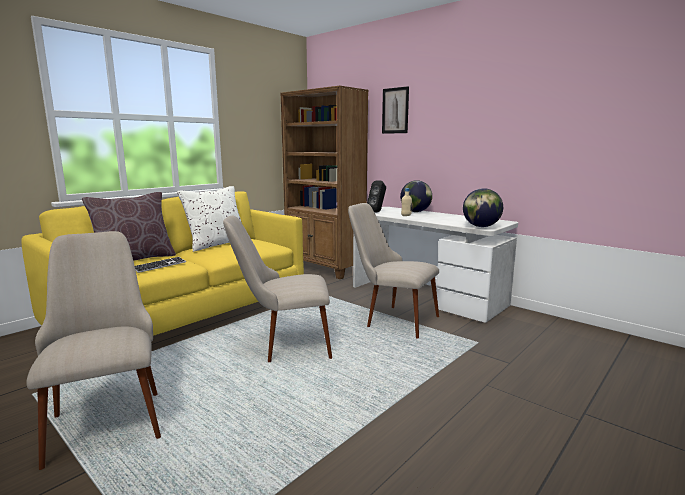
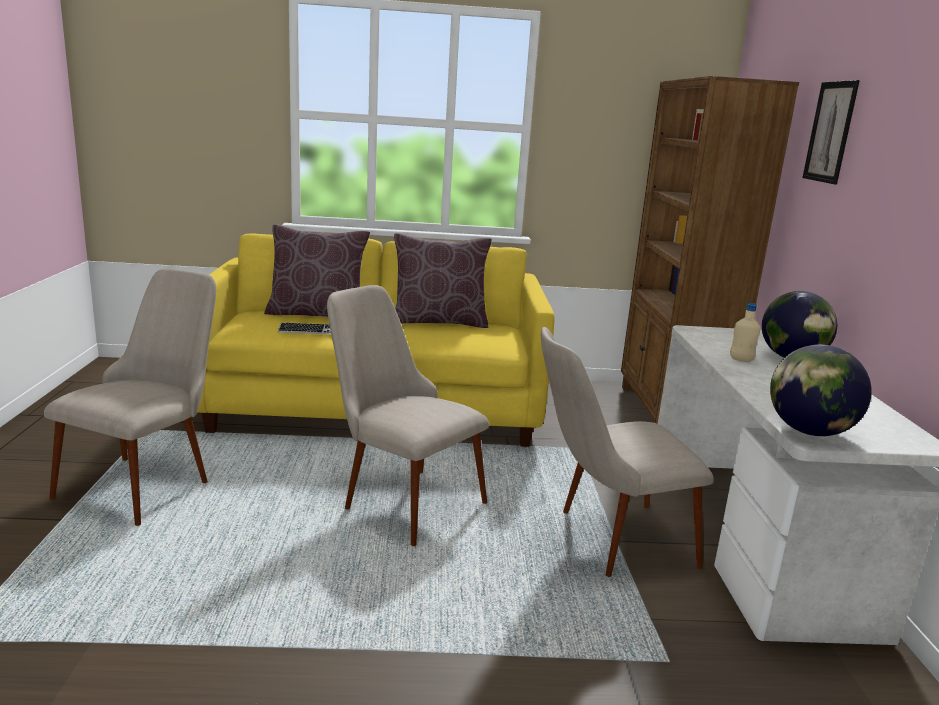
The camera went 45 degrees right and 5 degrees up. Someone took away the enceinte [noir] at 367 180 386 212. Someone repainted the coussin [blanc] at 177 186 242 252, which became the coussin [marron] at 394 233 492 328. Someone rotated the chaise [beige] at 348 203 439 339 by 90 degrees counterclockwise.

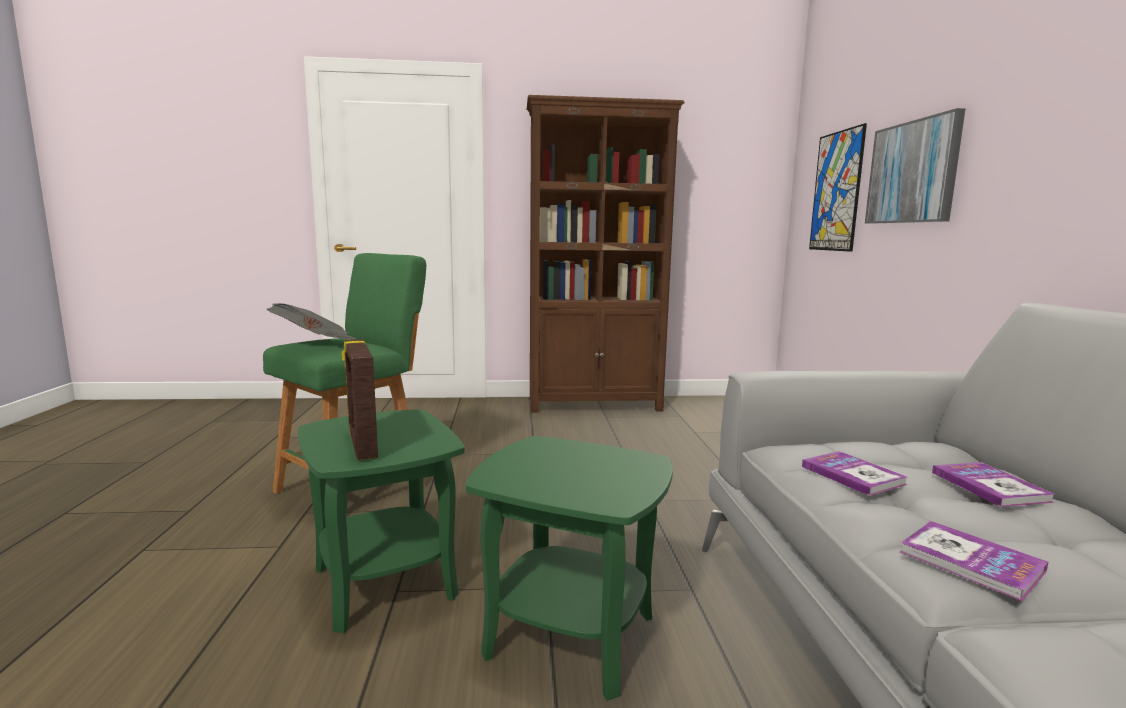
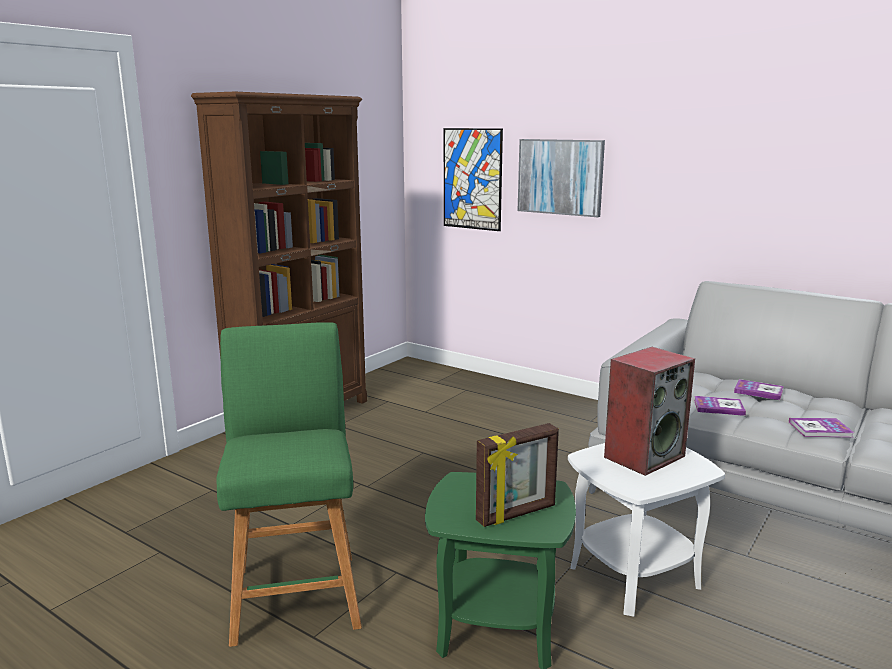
The camera went 50 degrees left and 5 degrees up. Someone took away the journal at 267 303 356 340. Someone put down the enceinte at 604 347 695 476. Someone repainted the table d'appoint [vert] at 465 436 673 701, which became the table d'appoint [blanc] at 568 443 725 617. Someone rotated the cadre photo at 342 339 378 460 by 45 degrees counterclockwise.

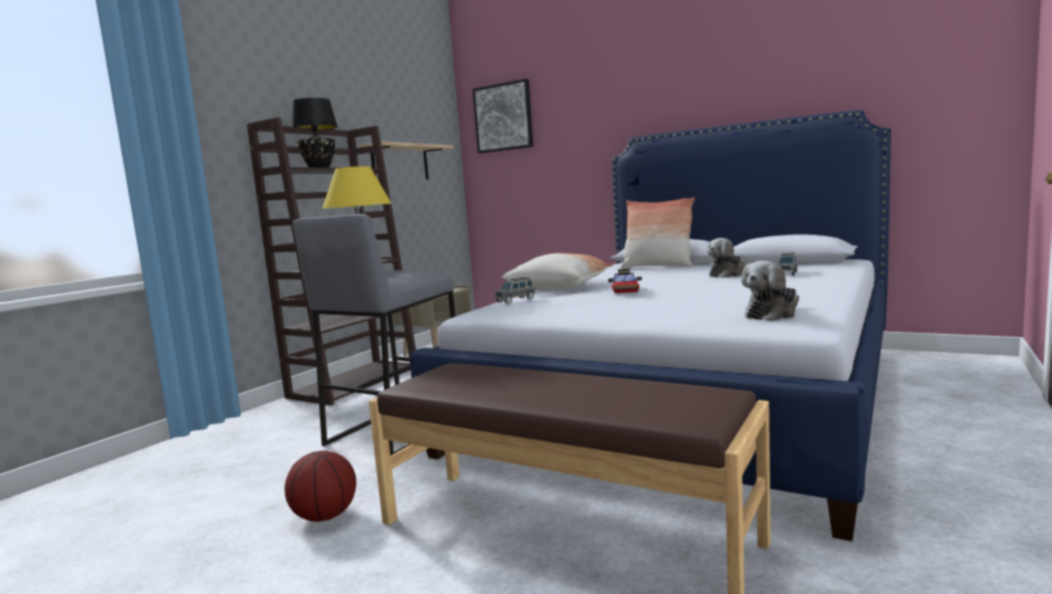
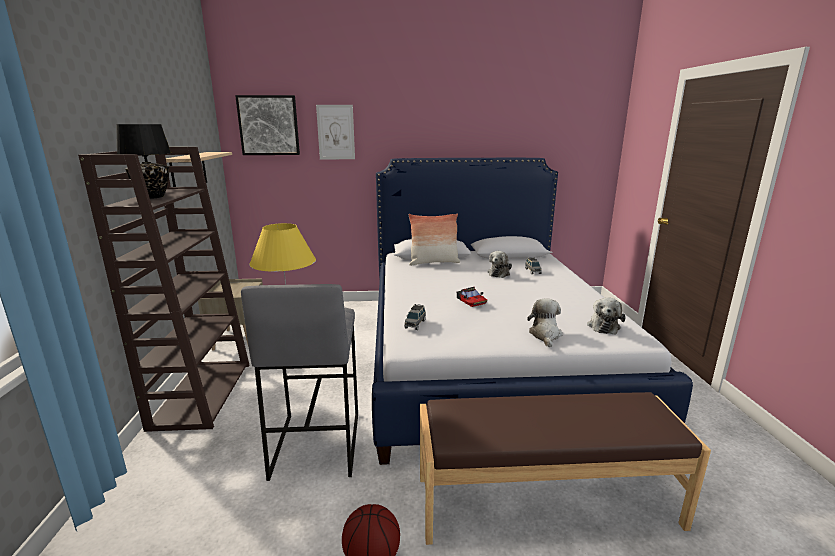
The camera went 35 degrees left and 10 degrees up. Someone took away the coussin at 502 253 613 290. Someone put up the tableau at 316 105 355 159. Someone put down the peluche at 527 299 563 347.

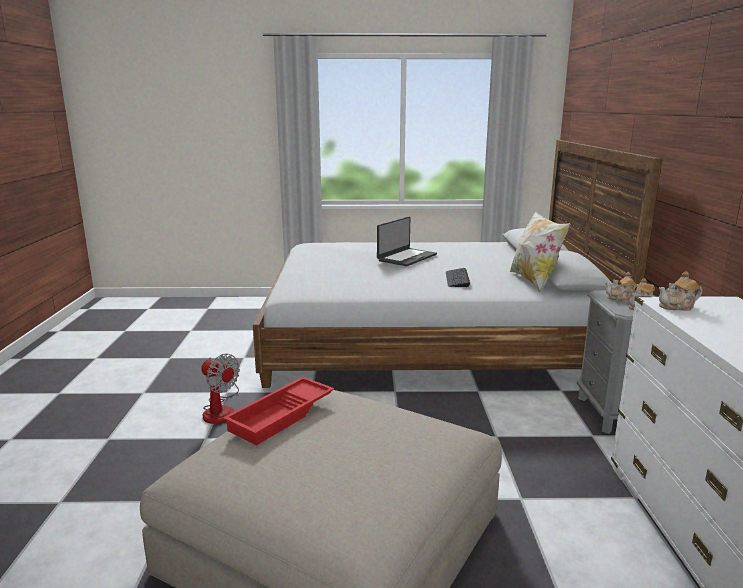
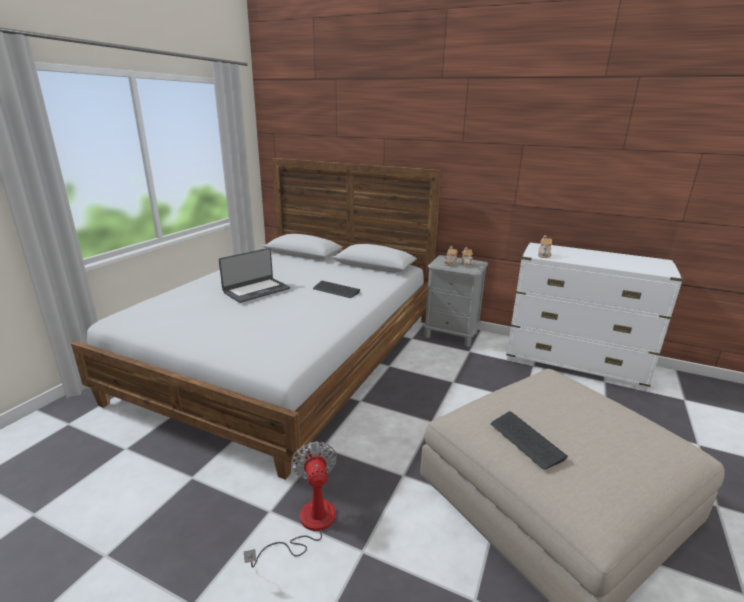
The camera went 65 degrees left and 5 degrees up. Someone took away the coussin at 510 211 570 292. Someone swapped the plateau [rouge] at 223 377 334 445 for the clavier at 491 411 568 470. Someone rotated the ventilateur at 201 354 240 424 by 75 degrees counterclockwise. Someone rotated the ordinateur portable at 377 217 437 266 by 75 degrees clockwise.

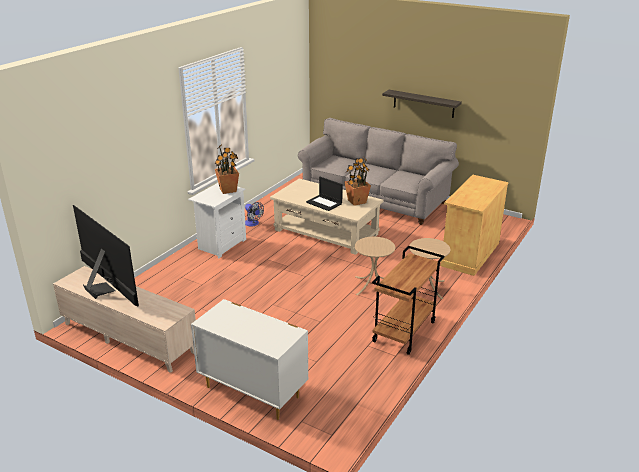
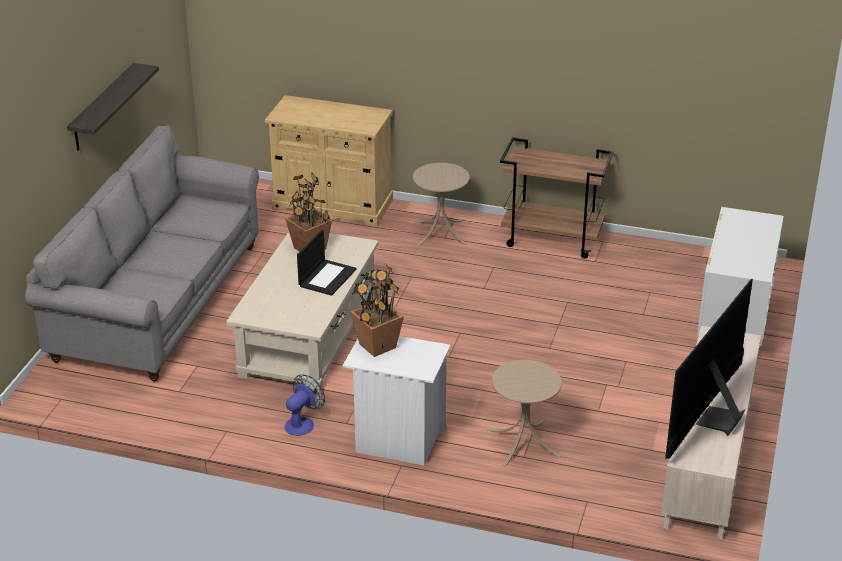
The camera went 105 degrees left and 5 degrees up. Someone carried the table d'appoint [beige] from 355 237 395 295 to 487 360 562 467.

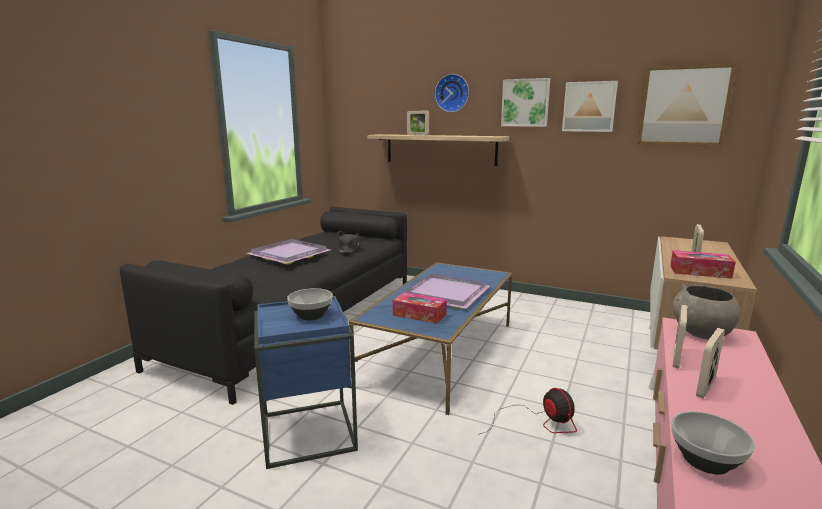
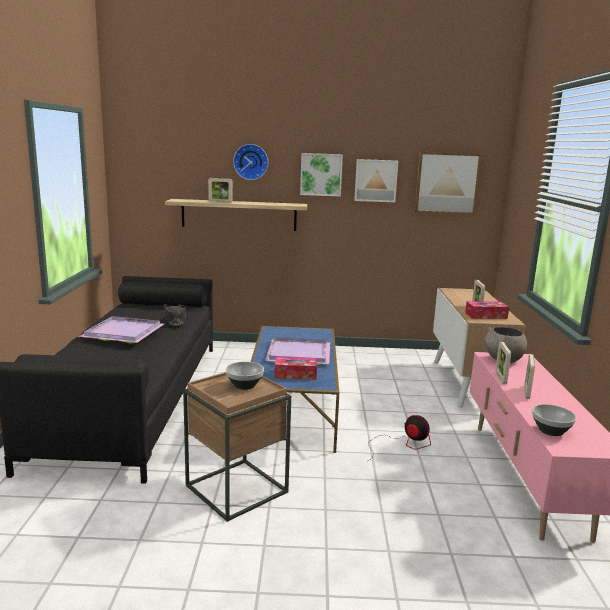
The camera went 25 degrees left and 0 degrees up. Someone repainted the table d'appoint [bleu] at 254 296 358 469, which became the table d'appoint [marron] at 183 372 291 522.

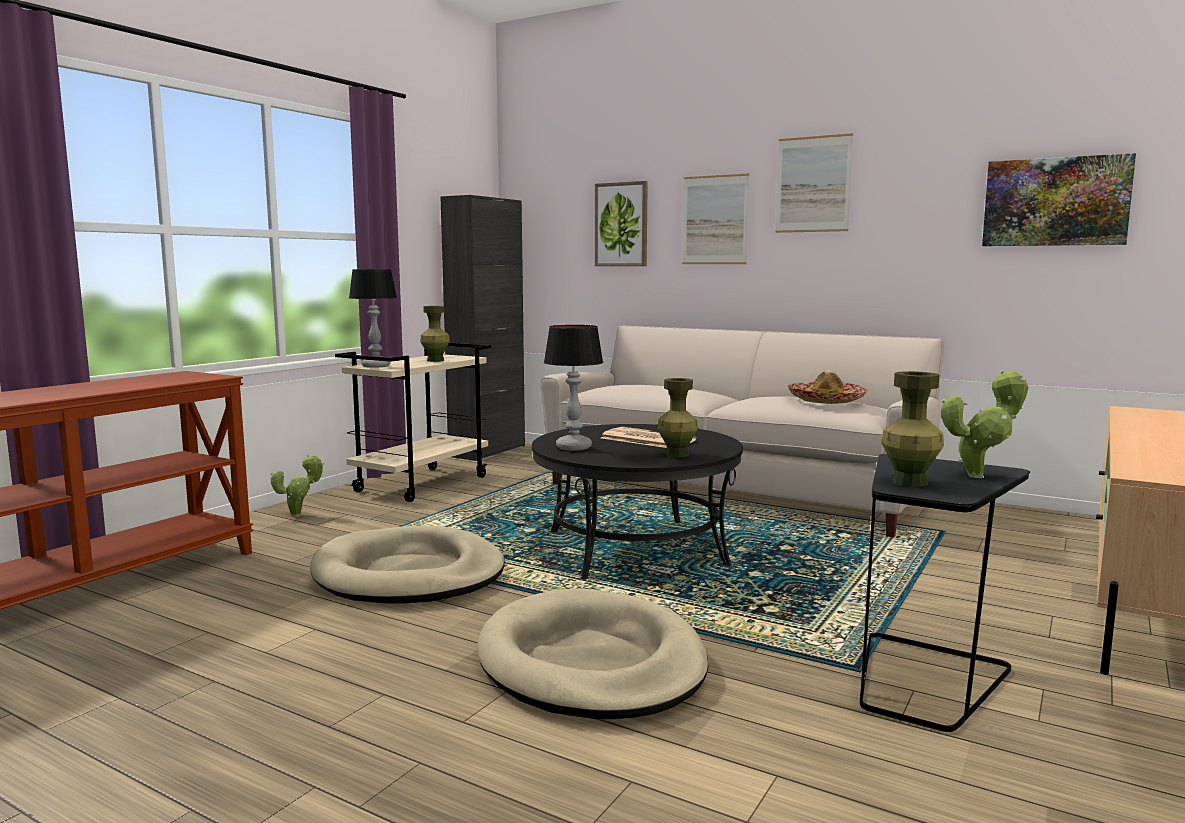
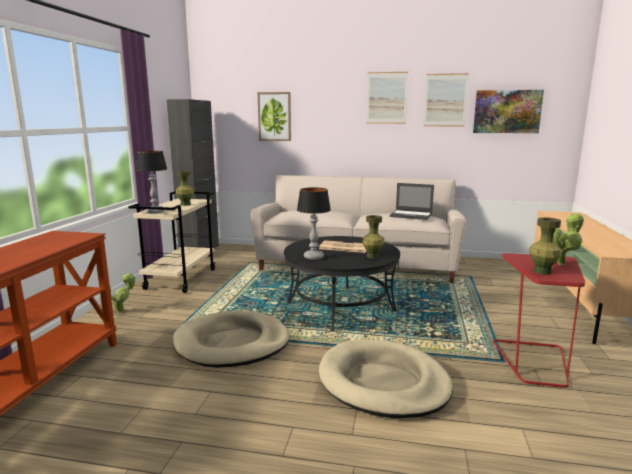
The camera went 20 degrees left and 5 degrees up. Someone carried the tableau from 682 173 749 264 to 424 73 469 126. Someone swapped the chapeau at 788 370 868 404 for the ordinateur portable at 390 183 434 220. Someone repainted the table d'appoint [noir] at 860 454 1030 732, which became the table d'appoint [rouge] at 493 253 585 388.

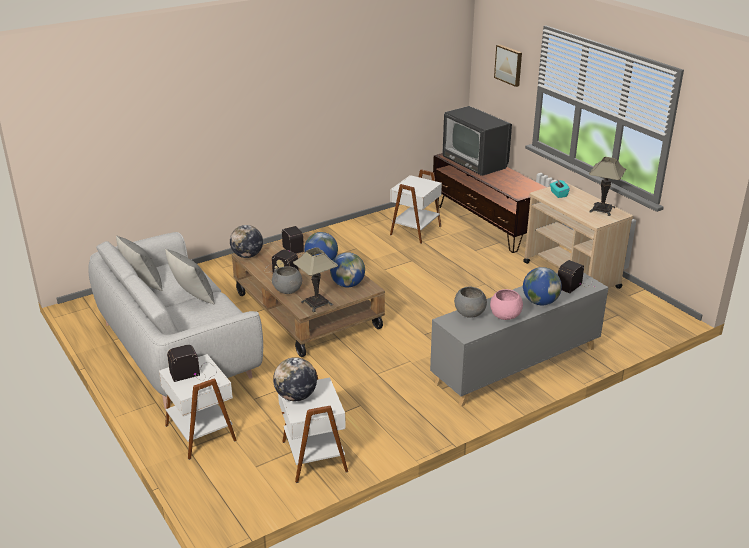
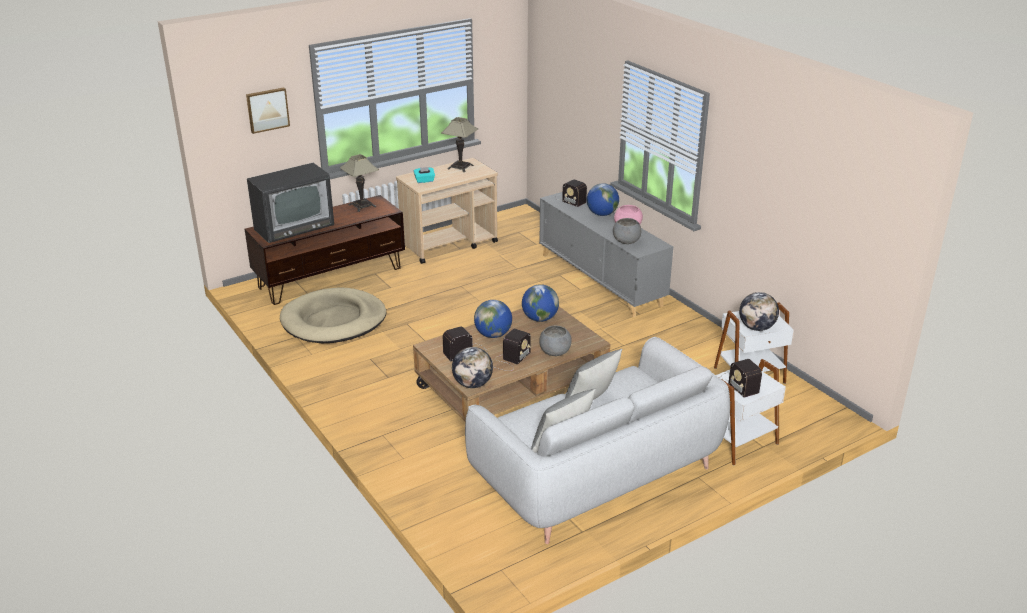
The camera went 90 degrees left and 0 degrees up. Someone carried the lampe de table from 293 247 338 312 to 340 154 379 212. Someone swapped the table d'appoint [blanc] at 390 169 442 244 for the panier pour chien [beige] at 280 287 387 343.

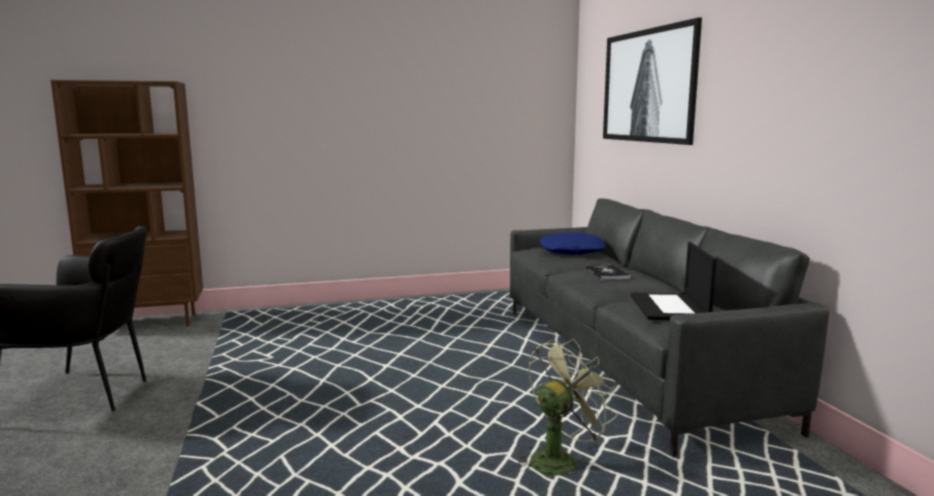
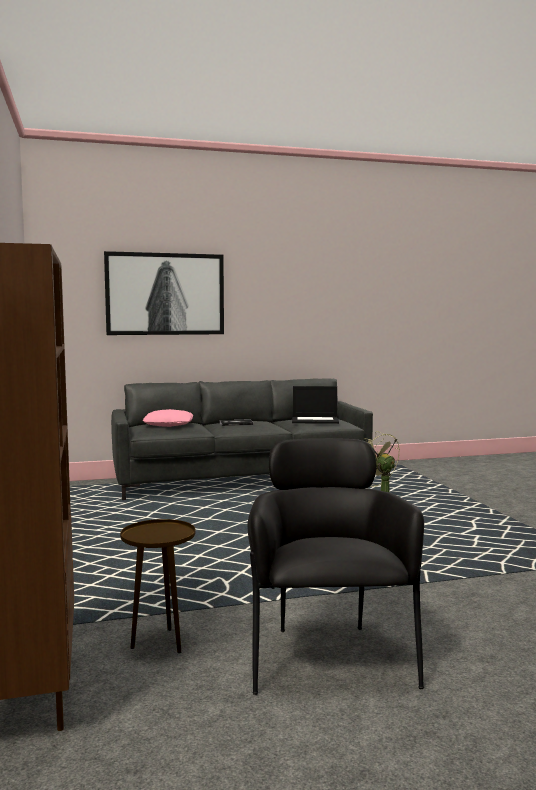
The camera went 90 degrees left and 5 degrees down. Someone put down the table d'appoint [marron] at 120 519 195 653. Someone repainted the coussin [bleu] at 539 232 606 255, which became the coussin [rose] at 143 409 193 427.

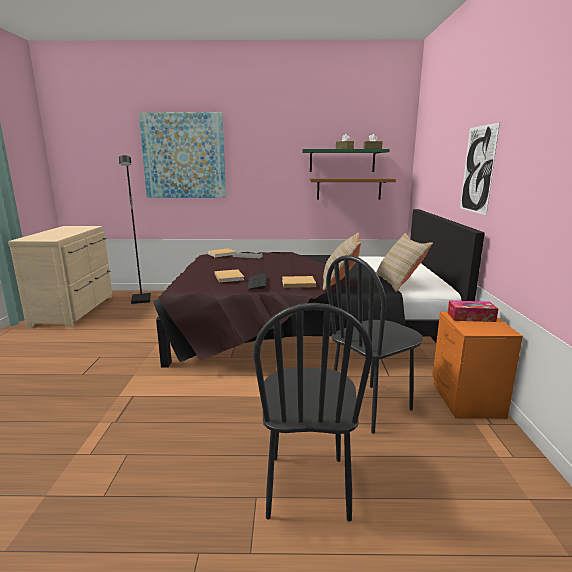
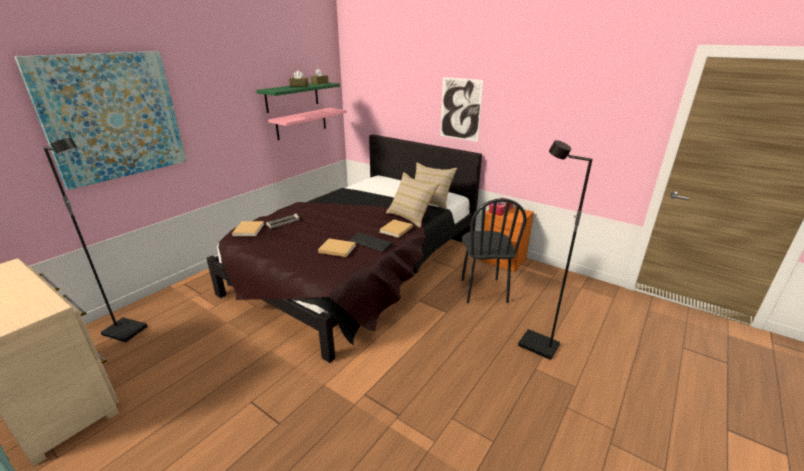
The camera went 55 degrees left and 10 degrees up. Someone swapped the chaise [noir] at 253 303 373 522 for the lampadaire [noir] at 518 140 593 360. Someone repainted the étagère [marron] at 310 178 396 199, which became the étagère [rose] at 268 108 347 140.

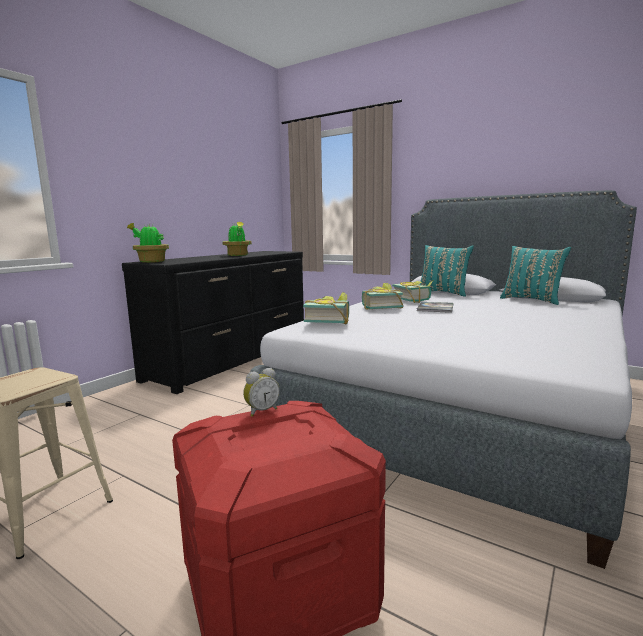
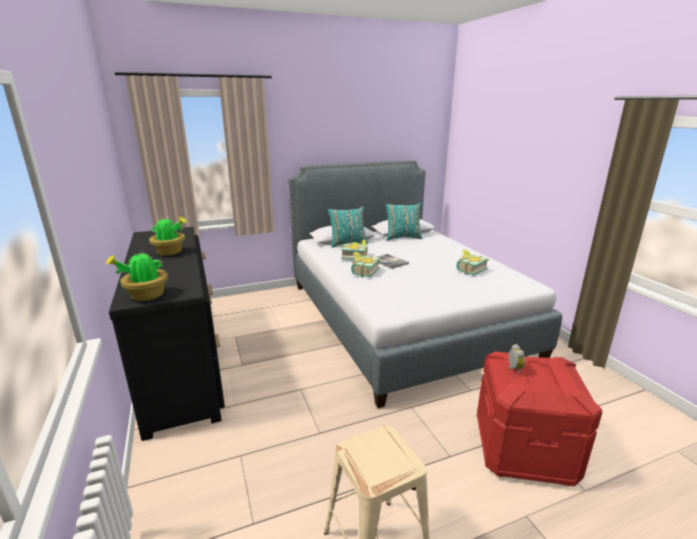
The camera went 55 degrees left and 10 degrees up. Someone carried the livre from 303 292 349 324 to 457 250 489 275.

